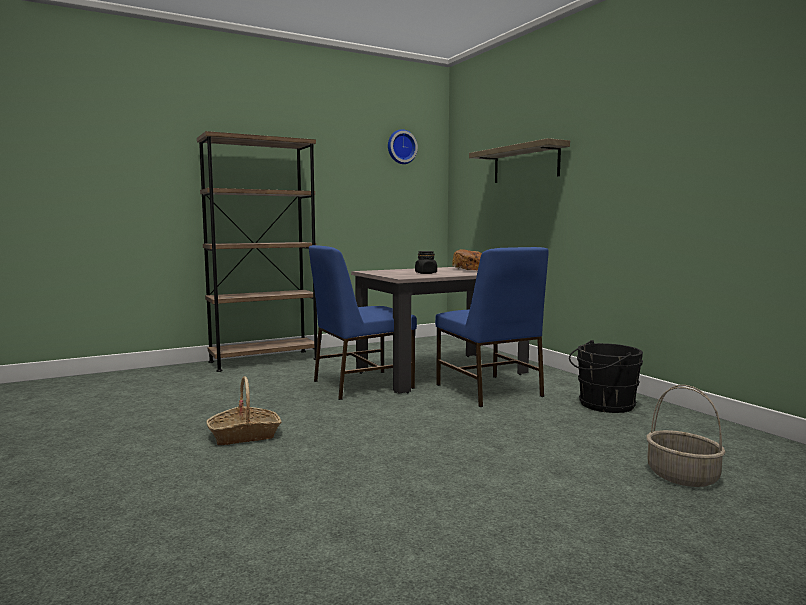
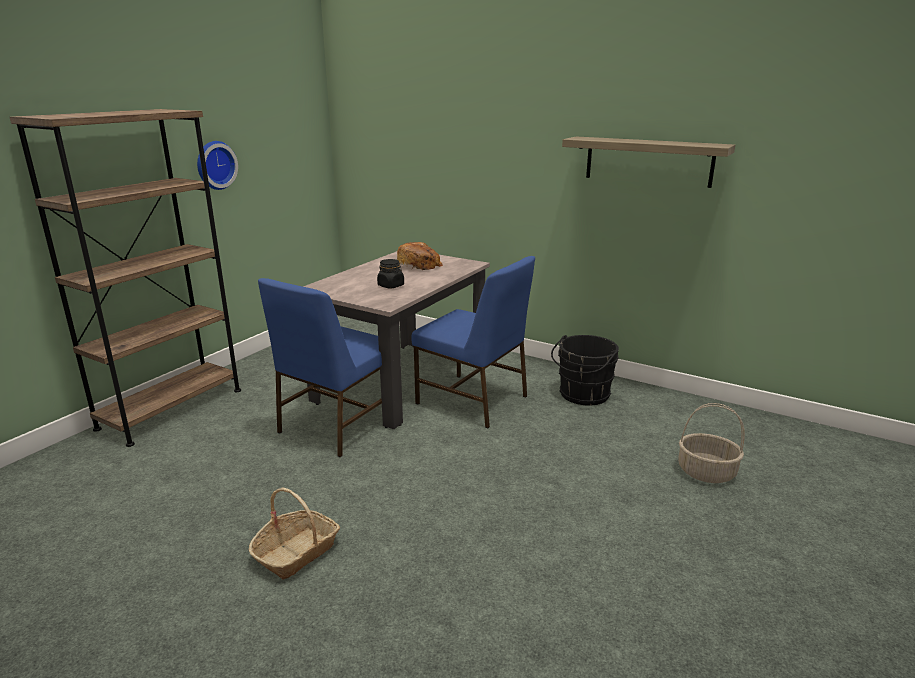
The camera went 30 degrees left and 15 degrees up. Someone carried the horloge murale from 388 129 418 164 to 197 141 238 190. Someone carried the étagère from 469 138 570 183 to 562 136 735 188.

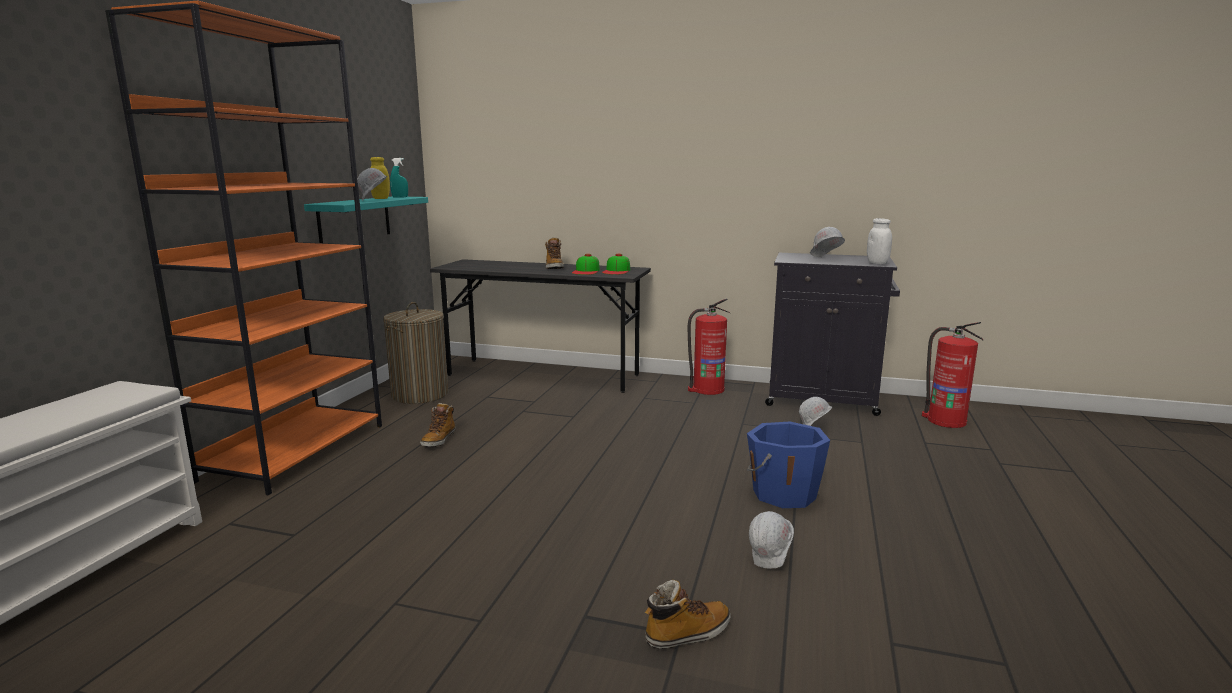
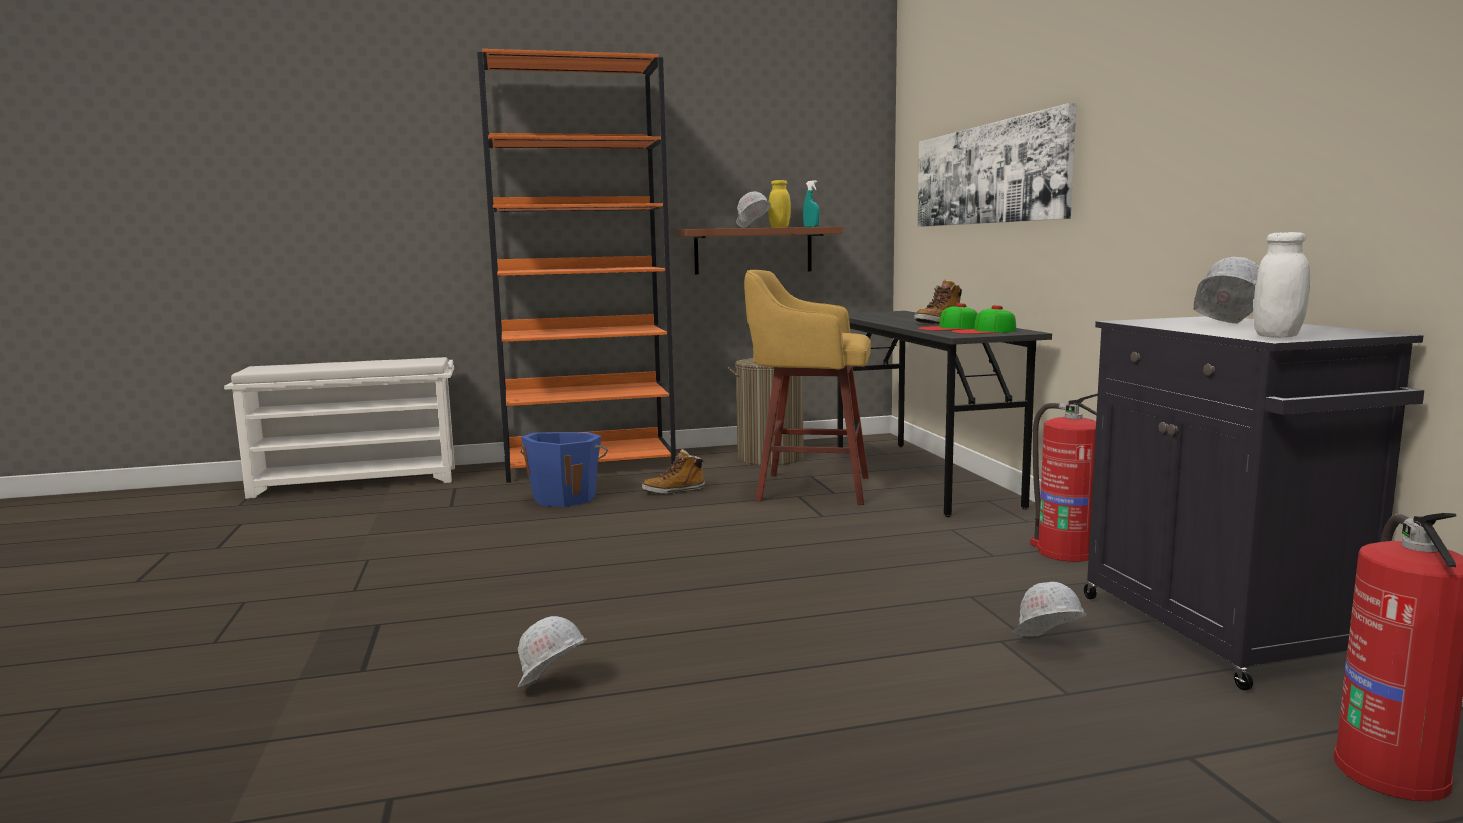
The camera went 60 degrees right and 5 degrees down. Someone took away the botte at 645 580 731 649. Someone put down the tabouret [jaune] at 744 270 871 505. Someone put up the tableau at 917 103 1077 227. Someone carried the seau [bleu] from 747 422 830 508 to 520 432 608 507. Someone repainted the étagère [turquoise] at 304 196 428 243, which became the étagère [marron] at 677 227 843 275.

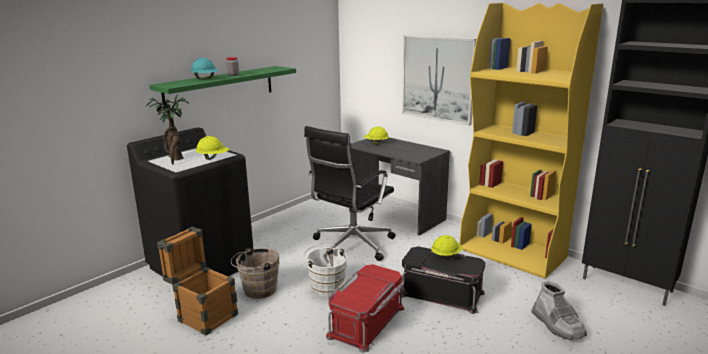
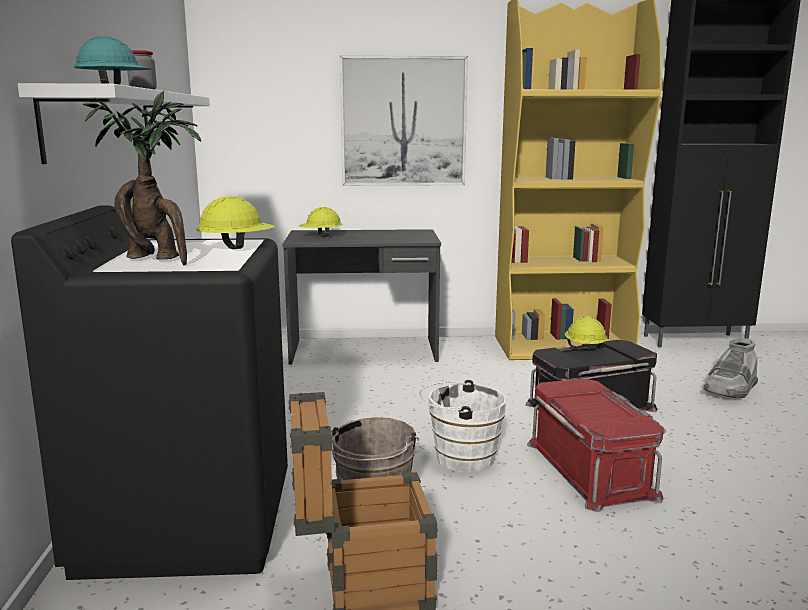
The camera went 45 degrees left and 5 degrees down. Someone took away the chaise de bureau [noir] at 304 126 396 261. Someone repainted the étagère [vert] at 150 66 296 109, which became the étagère [blanc] at 18 83 210 164. Someone rotated the botte [gris] at 531 280 587 340 by 105 degrees clockwise.

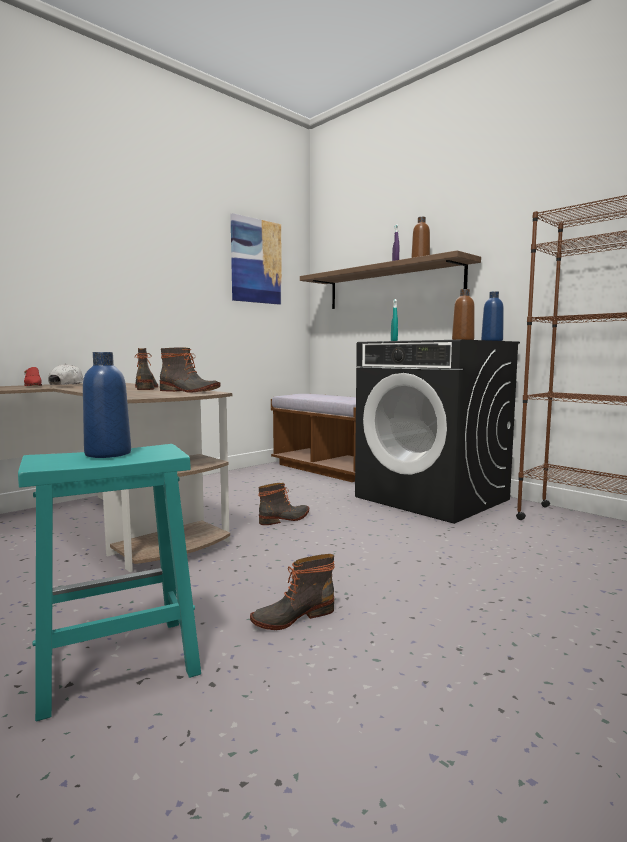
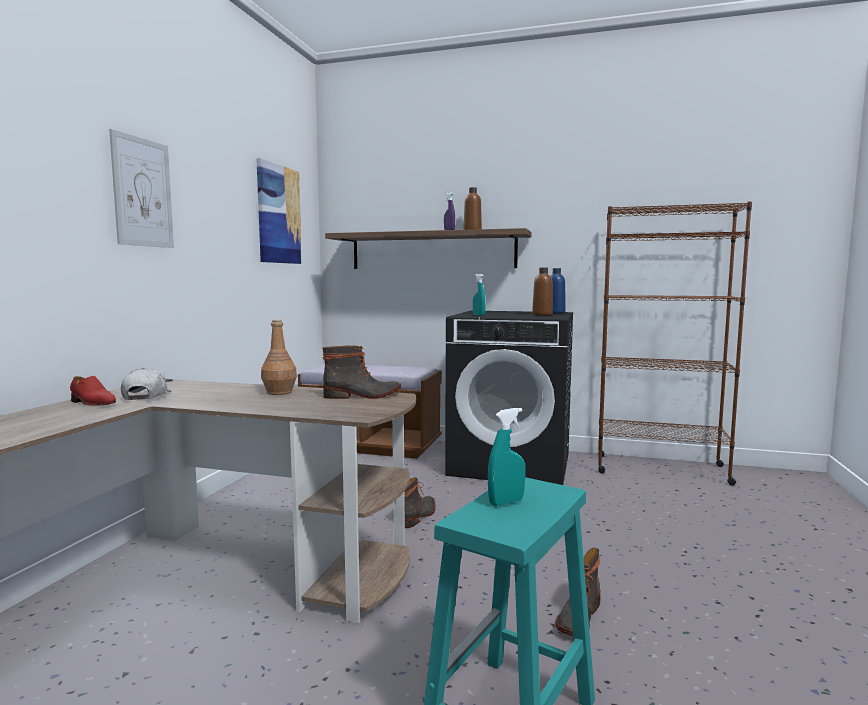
The camera went 30 degrees left and 0 degrees up. Someone put up the tableau at 109 129 174 248. Someone swapped the bouteille [bleu] at 83 352 131 458 for the vaporisateur [turquoise] at 488 408 526 506. Someone swapped the botte at 135 348 158 390 for the bouteille [marron] at 261 319 297 395.

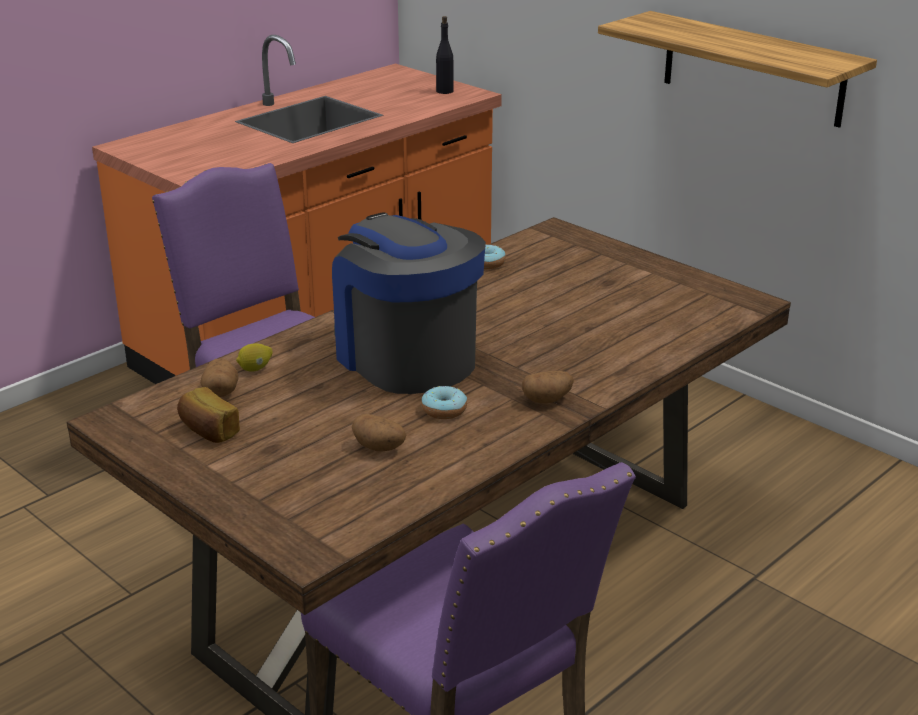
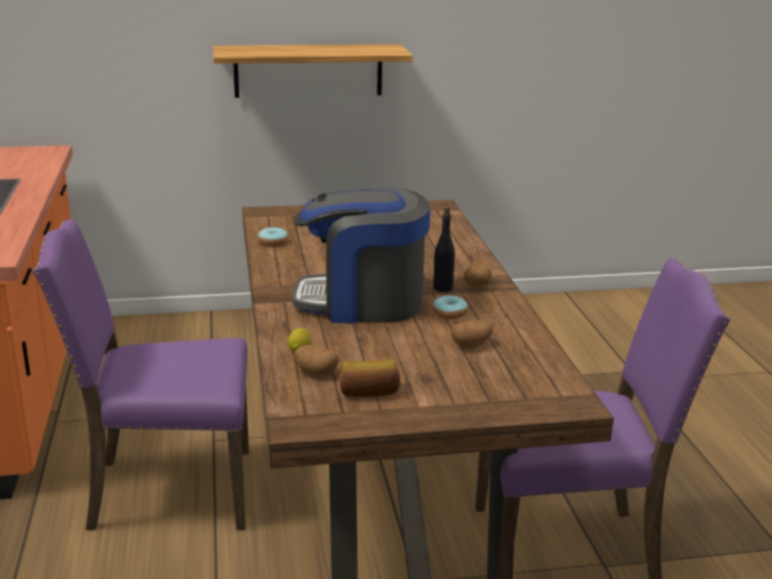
The camera went 55 degrees left and 5 degrees down. Someone carried the bouteille [noir] from 436 16 453 94 to 433 207 455 292.

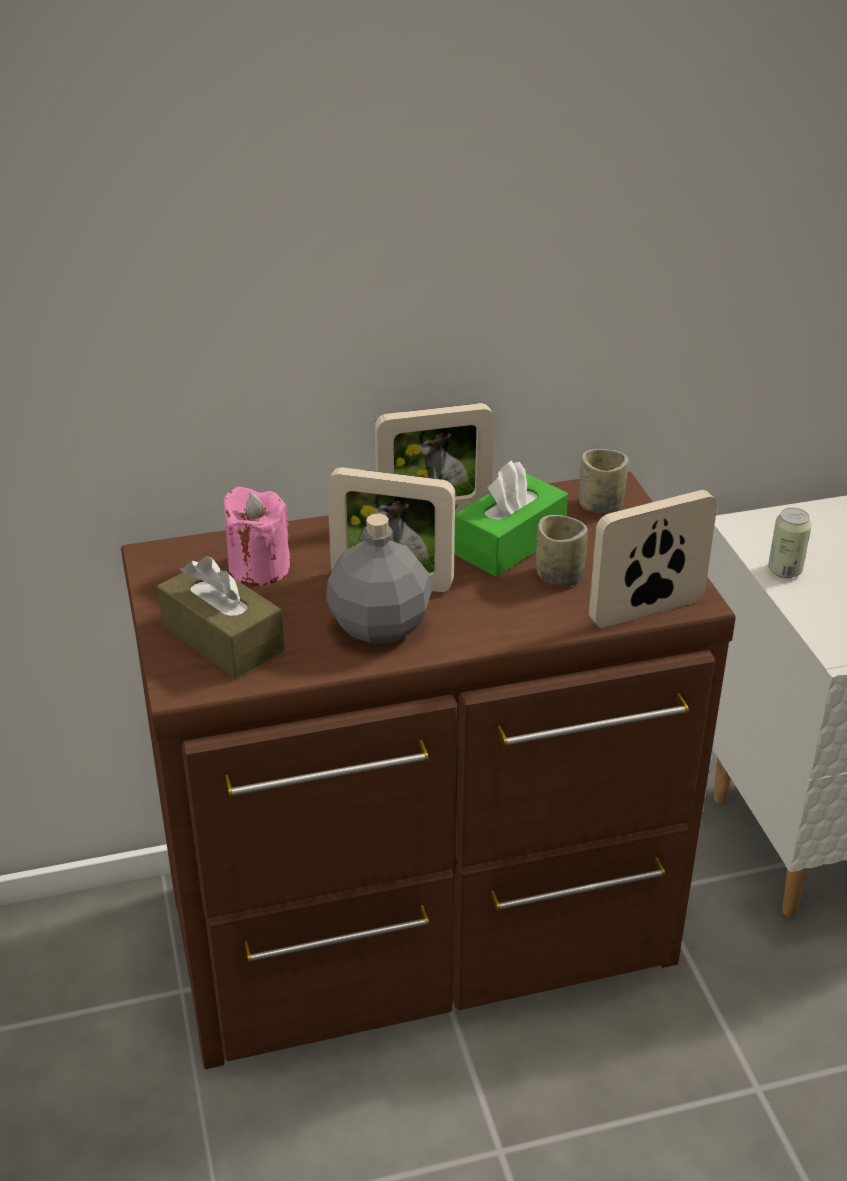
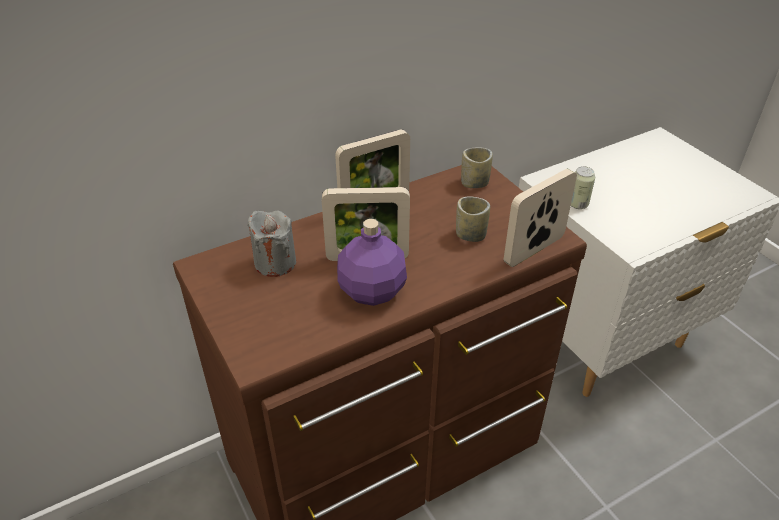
The camera went 15 degrees left and 5 degrees up. Someone took away the boîte à mouchoirs [marron] at 157 556 284 678. Someone took away the boîte à mouchoirs [vert] at 454 460 568 577. Someone repainted the bougie [rose] at 223 486 290 586, which became the bougie [gris] at 247 211 296 277. Someone repainted the bouteille [gris] at 326 514 432 644, which became the bouteille [violet] at 337 219 407 306.

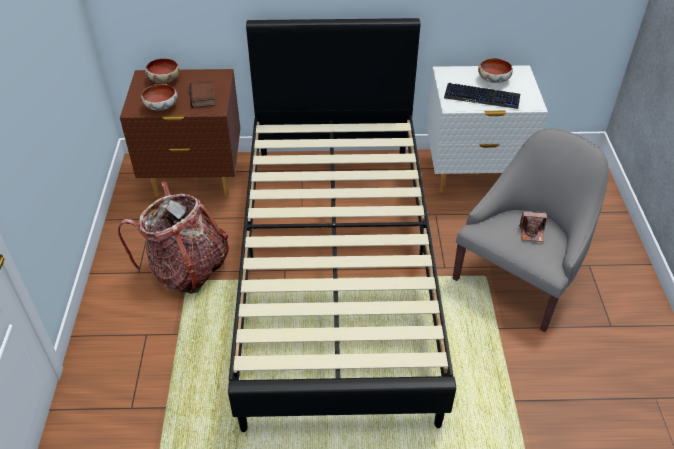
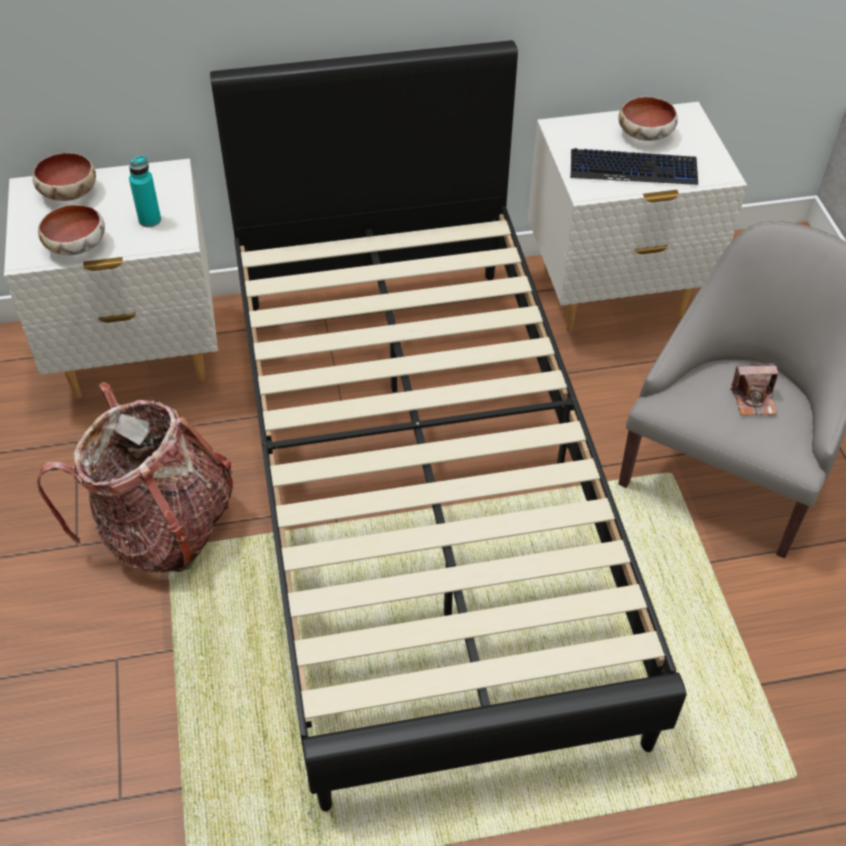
The camera went 10 degrees left and 5 degrees up. Someone swapped the livre at 189 81 215 108 for the bouteille [turquoise] at 129 155 161 227. Someone repainted the table de chevet [marron] at 120 69 240 197, which became the table de chevet [blanc] at 4 158 218 399.

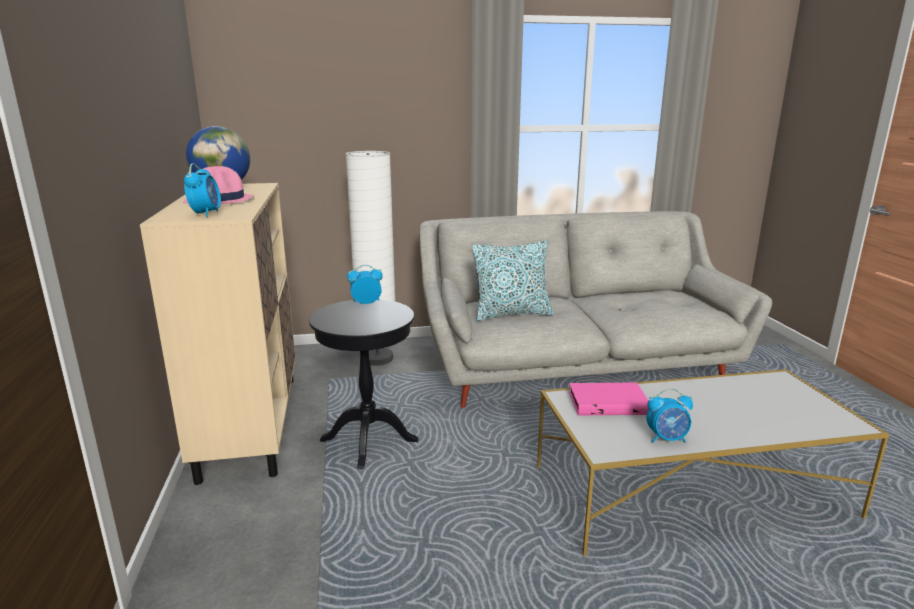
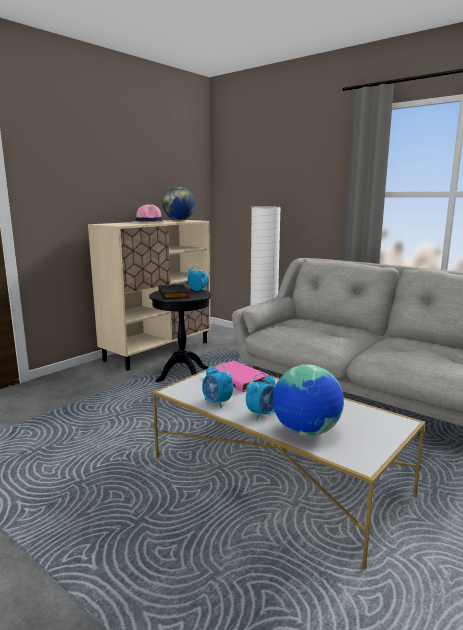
The camera went 50 degrees right and 5 degrees down. Someone took away the coussin at 472 240 553 321. Someone put down the livre [noir] at 158 284 190 299. Someone put down the globe at 273 365 344 436. Someone carried the réveil from 184 163 221 217 to 246 373 276 420.

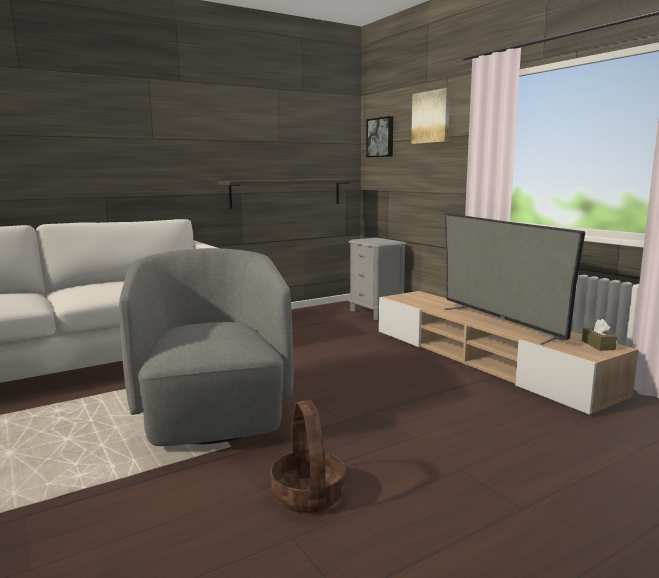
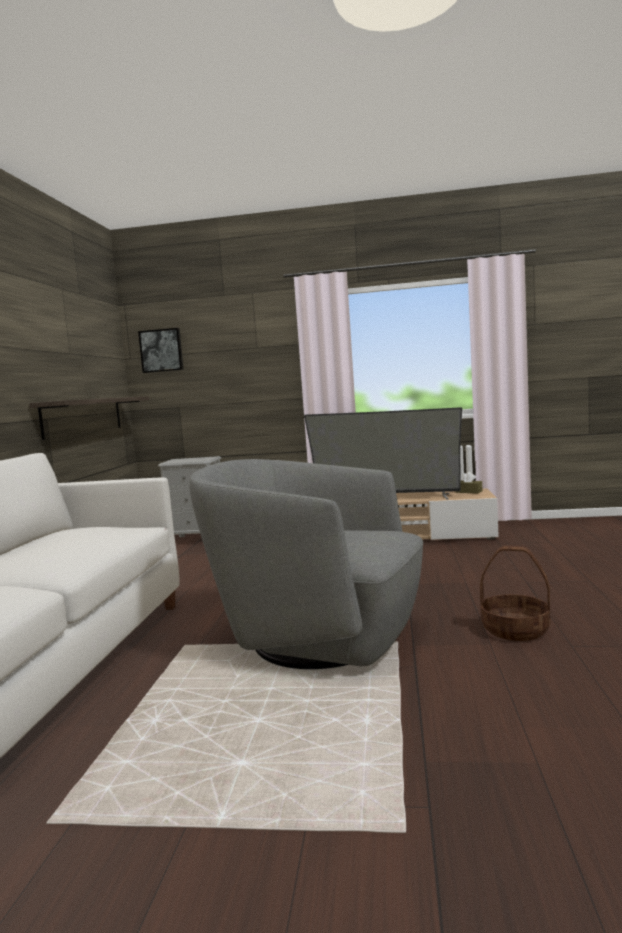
The camera went 50 degrees left and 5 degrees down. Someone took away the tableau at 411 88 450 144.

